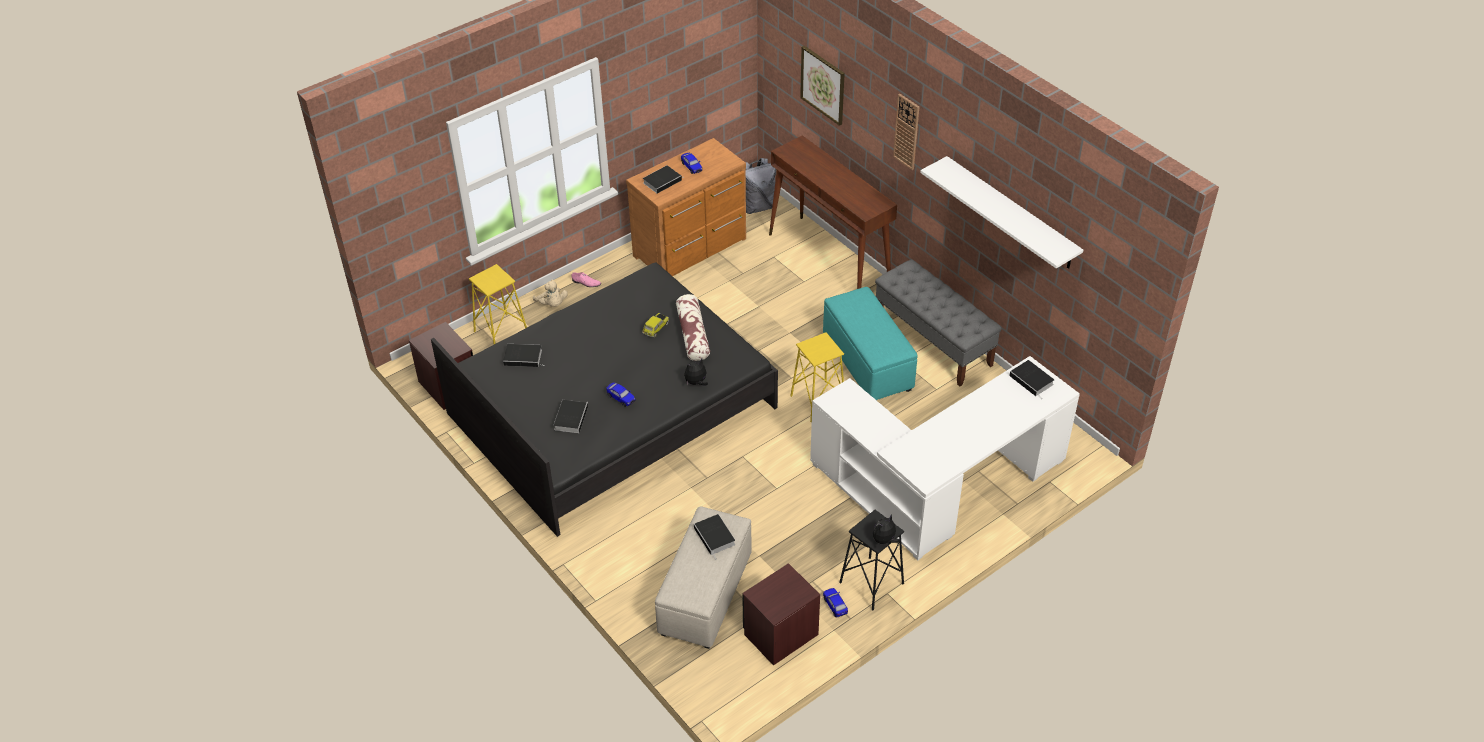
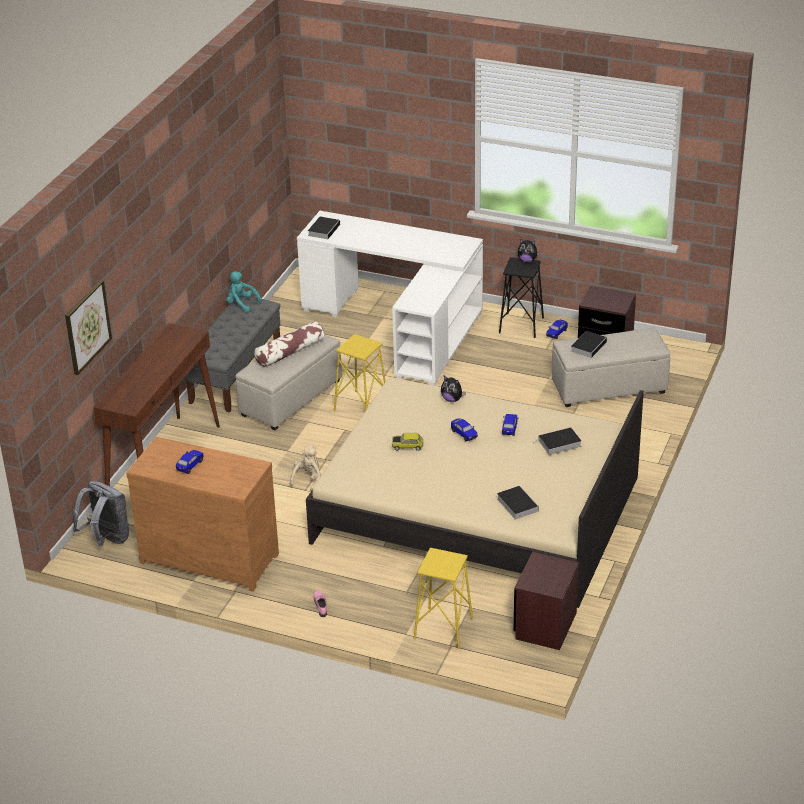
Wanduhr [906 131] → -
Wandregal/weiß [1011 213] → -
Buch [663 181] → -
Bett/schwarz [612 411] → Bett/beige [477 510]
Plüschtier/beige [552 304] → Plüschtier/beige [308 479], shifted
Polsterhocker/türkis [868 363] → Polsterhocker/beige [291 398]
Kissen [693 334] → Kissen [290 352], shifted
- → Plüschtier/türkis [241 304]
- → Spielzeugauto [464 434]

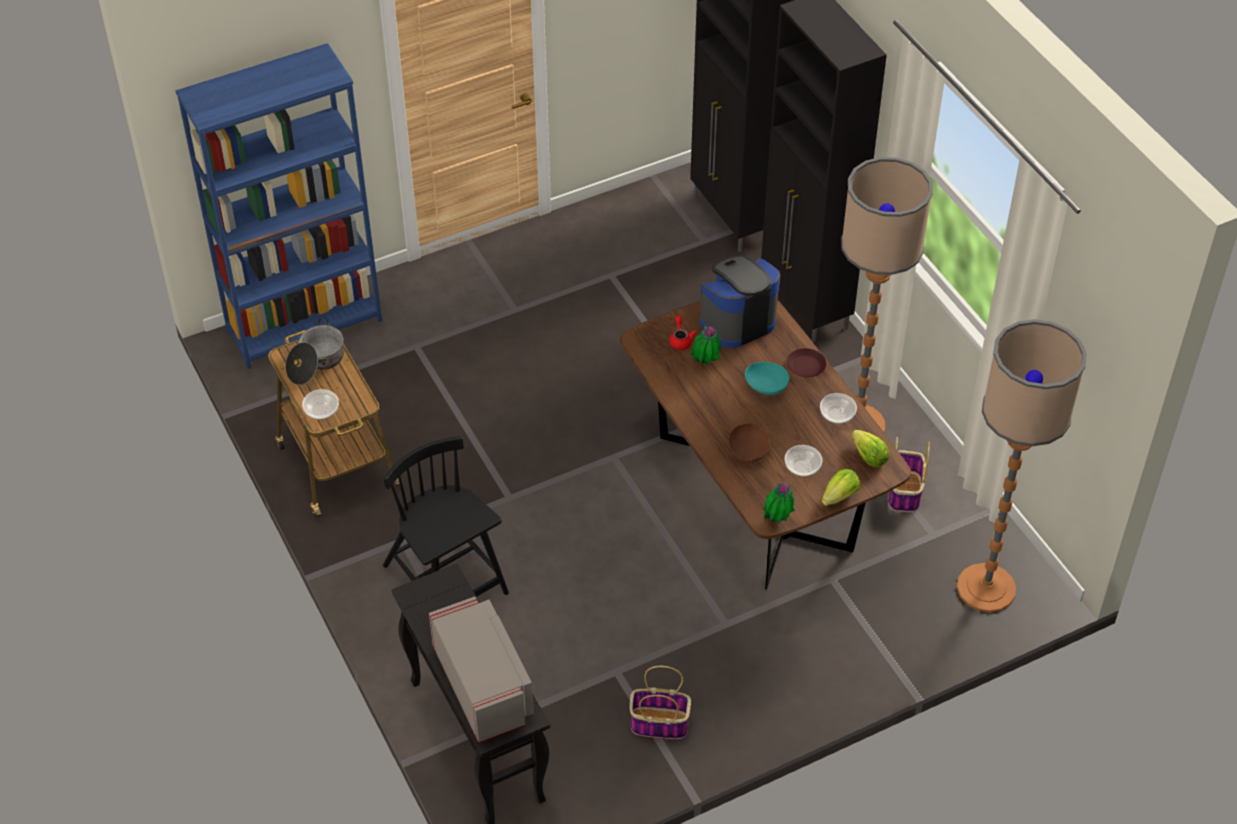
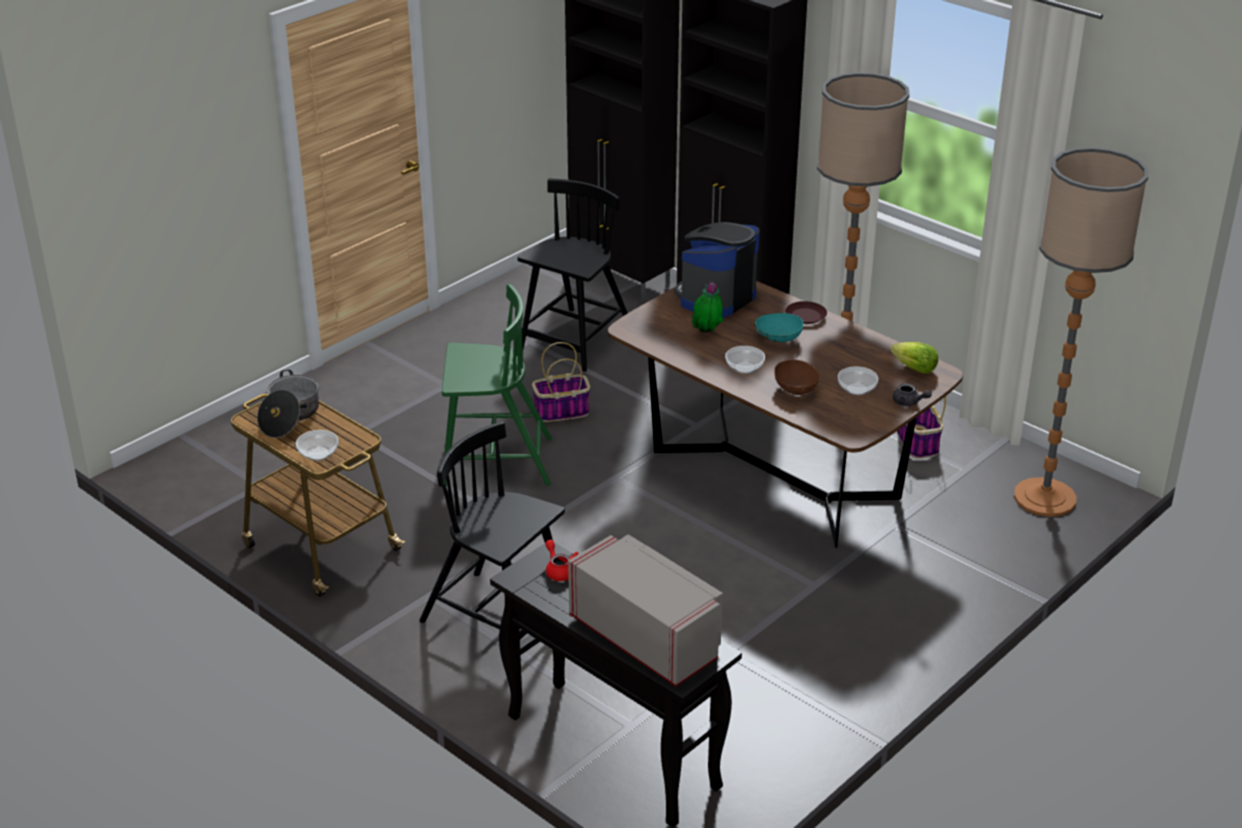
Bücherregal/blau [305 325] → -
Teekanne/rot [680 340] → Teekanne/rot [559 570], shifted
Schüssel [837 415] → Schüssel [744 367], shifted
Salatkopf [840 496] → Teekanne/grau [909 403]
Topfpflanze [777 520] → -
Korb [658 724] → Korb [561 412], shifted
- → Stuhl/schwarz [575 341]
- → Stuhl/grün [494 462]

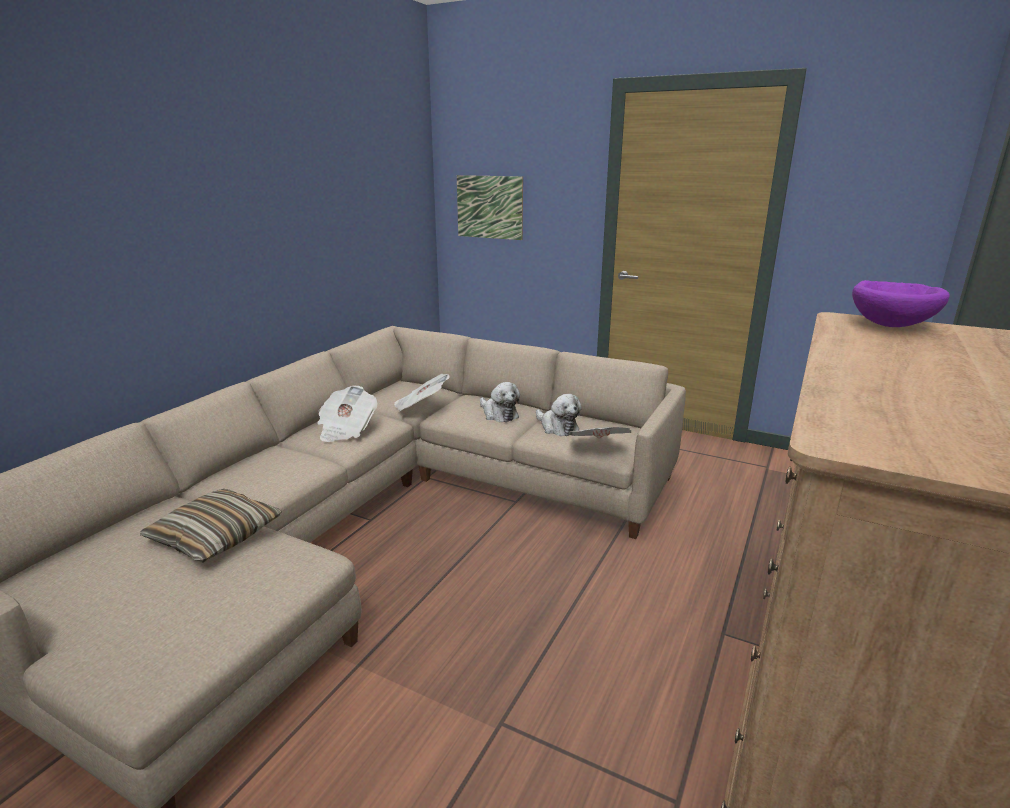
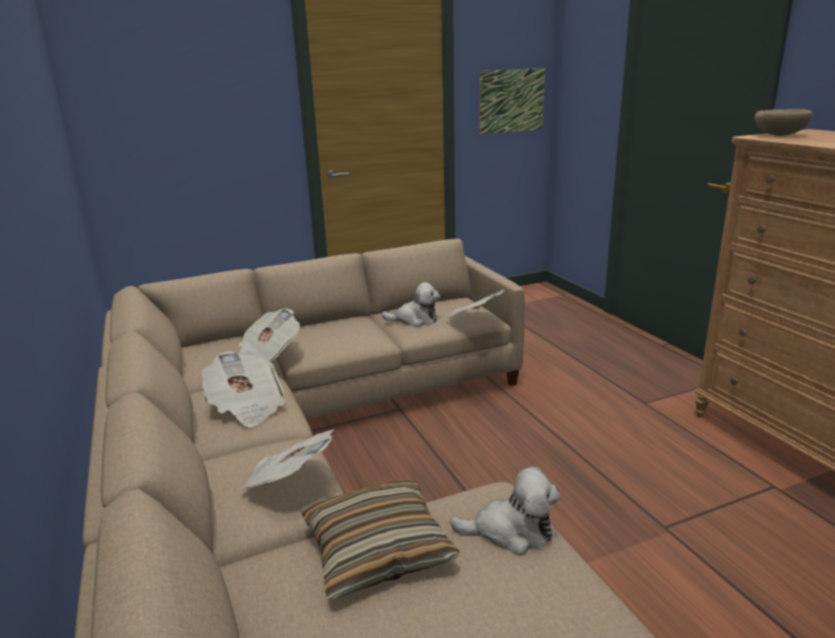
Bild [489 207] → Bild [511 101], shifted
Schüssel/lila [892 326] → Schüssel/beige [779 135]
Plüschtier [498 414] → Plüschtier [510 532], shifted
- → Zeitung [289 481]

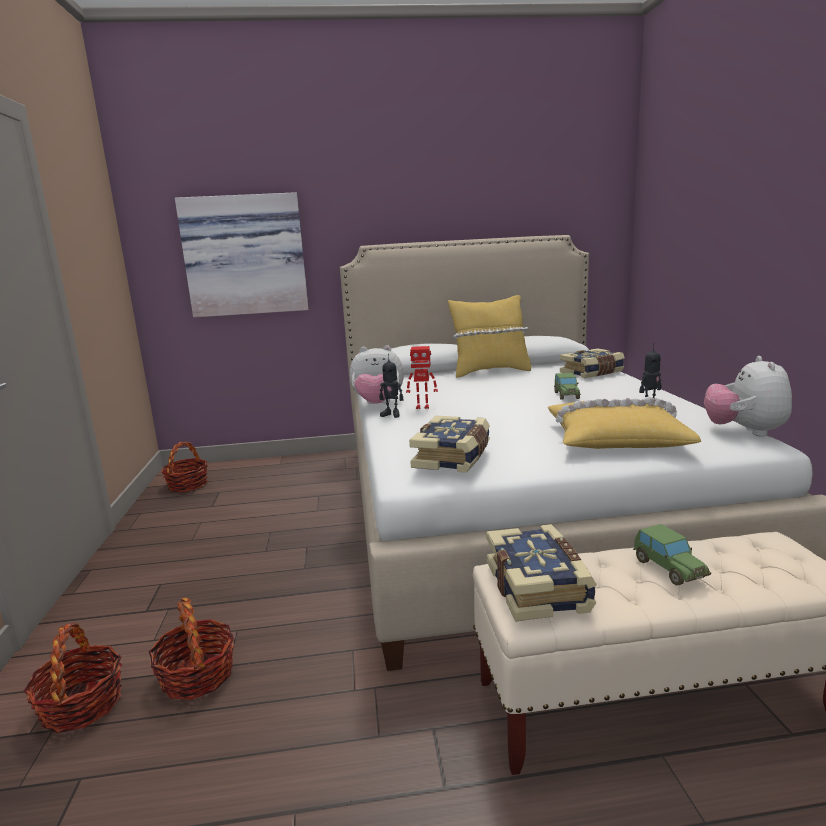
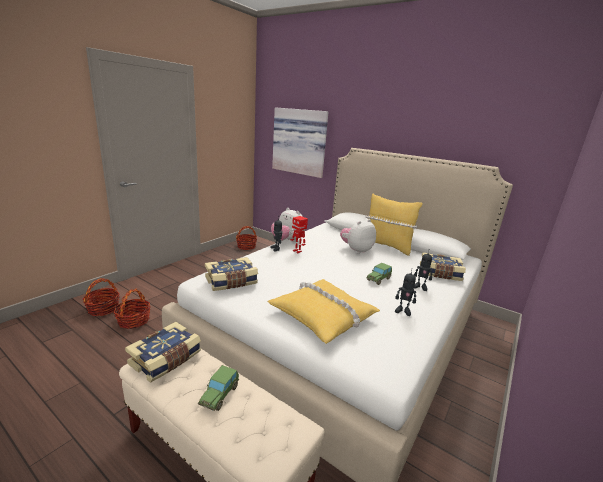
Plüschtier [745 432] → Plüschtier [356 250], shifted
- → Spielzeugroboter [420 287]

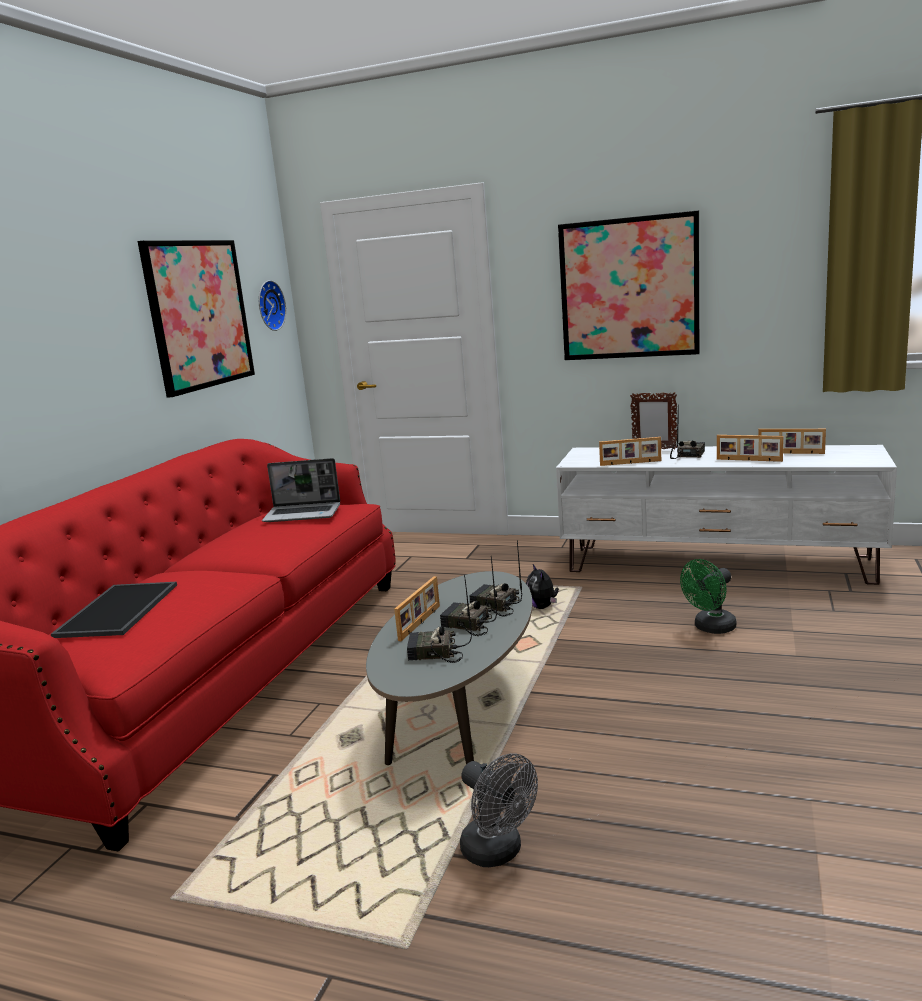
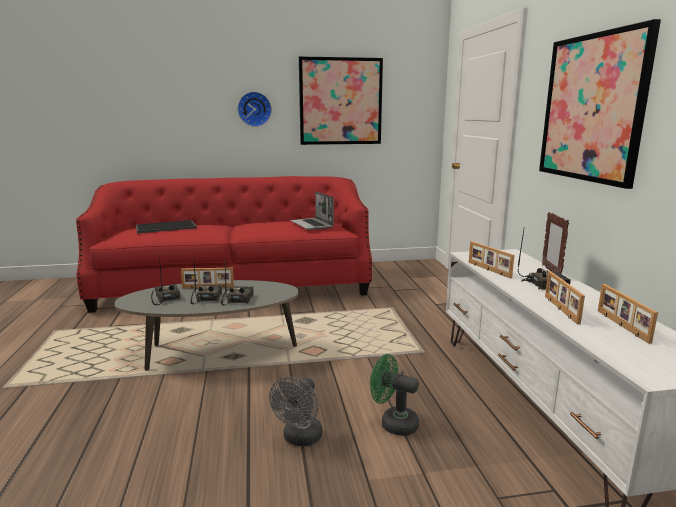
Wanduhr [269 305] → Wanduhr [254 109], shifted
Plüschtier [542 607] → -
Ventilator/grau [498 852] → Ventilator/grau [300 439], shifted

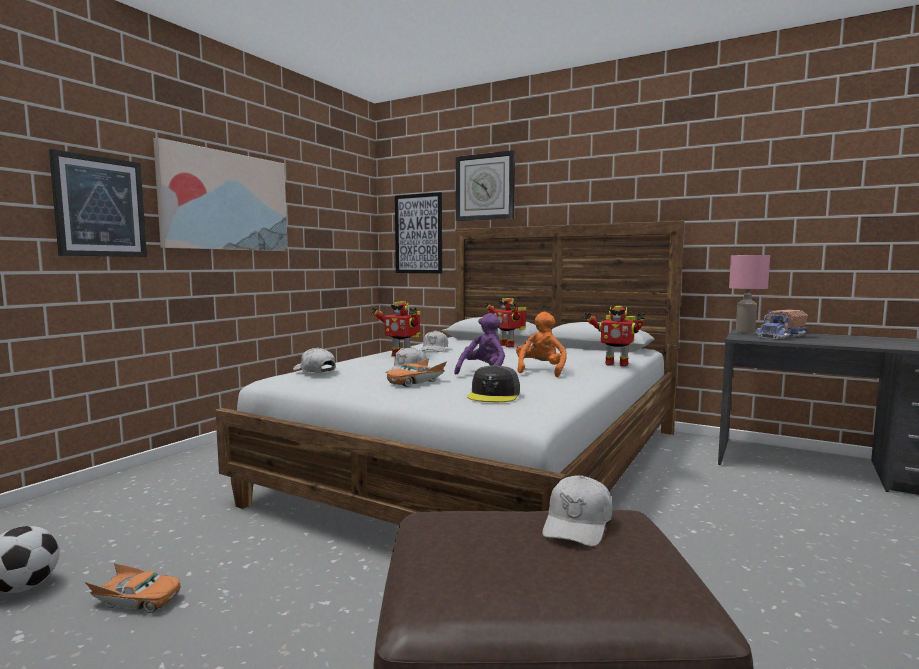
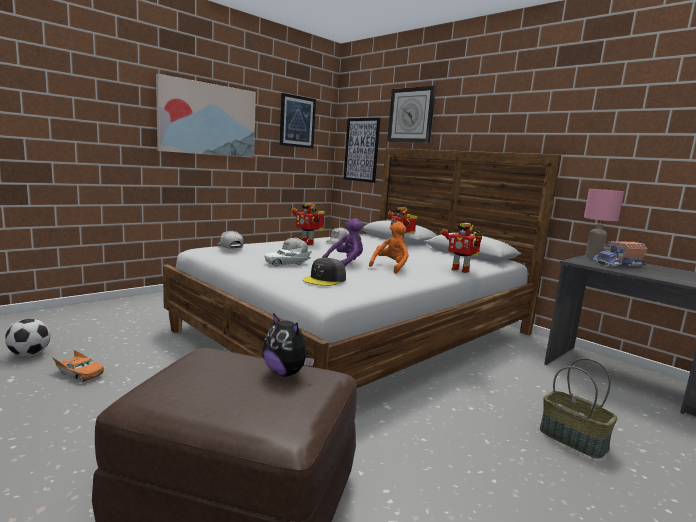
Bild [100 207] → Bild [297 121], shifted
Spielzeugauto/orange [416 382] → Spielzeugauto/weiß [287 263]
Kappe/weiß [578 524] → Plüschtier [286 373]
- → Korb [573 439]

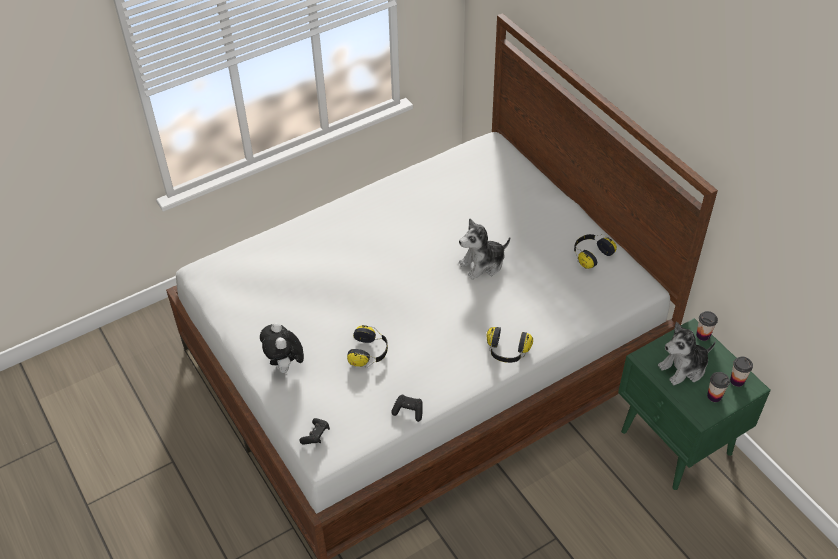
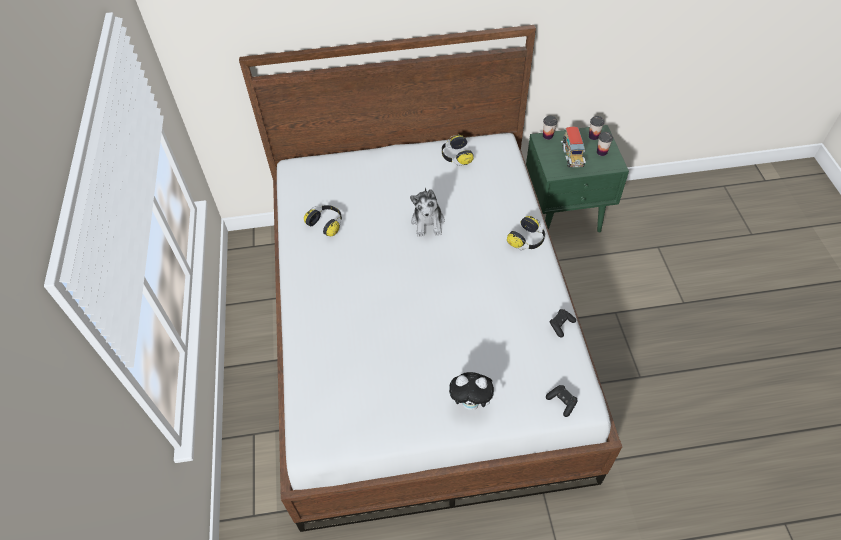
Plüschtier [683 368] → Spielzeuglaster [571 157]
Kopfhörer [369 353] → Kopfhörer [327 224], shifted

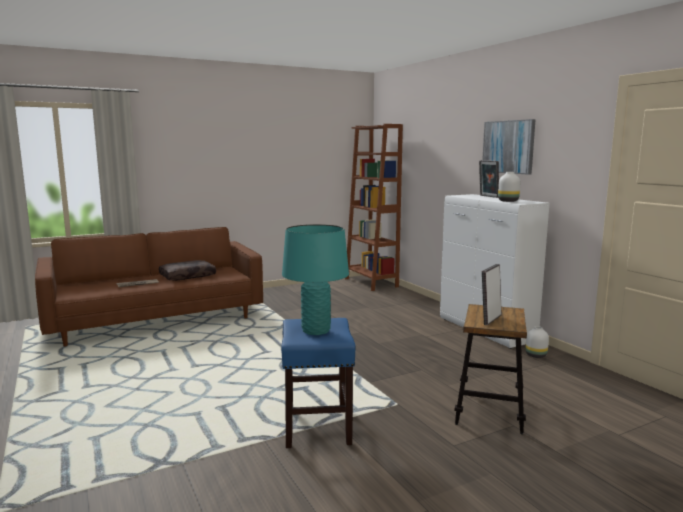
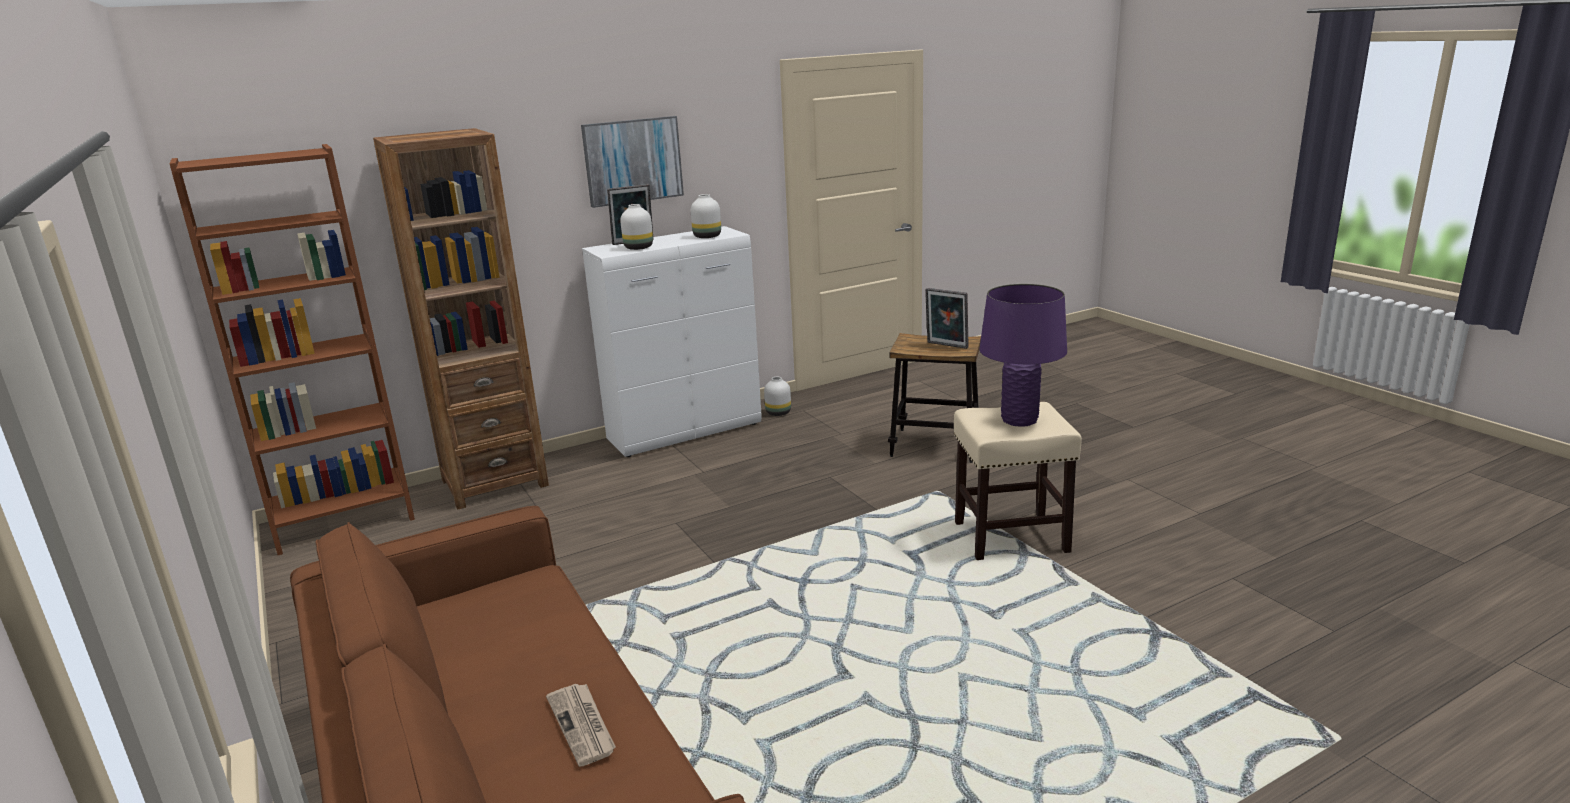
Tischlampe/türkis [316 330] → Tischlampe/lila [1019 420]
Kissen/braun [188 276] → -
Hocker/blau [317 425] → Hocker/beige [1009 537]
- → Bücherregal/braun [494 483]
- → Vase/weiß [639 248]

